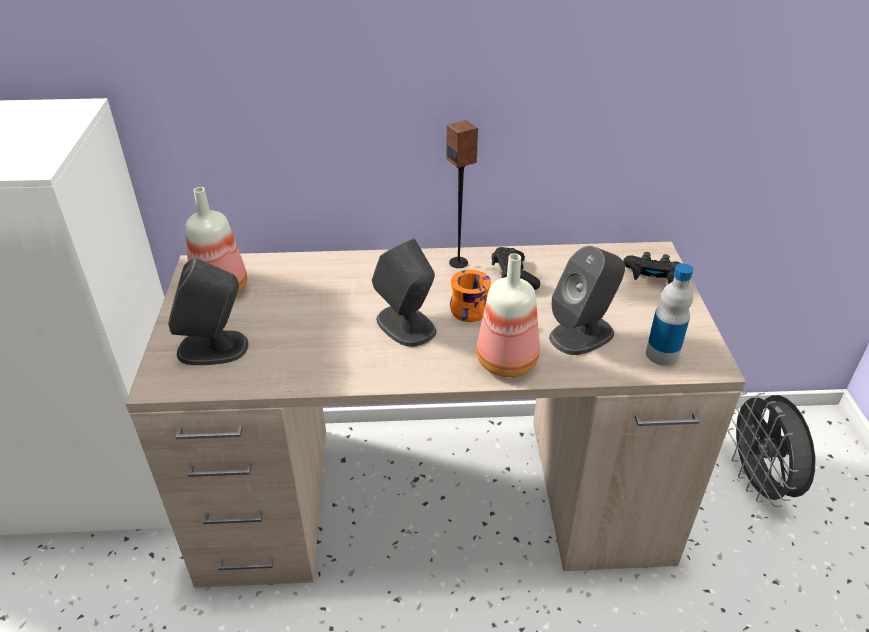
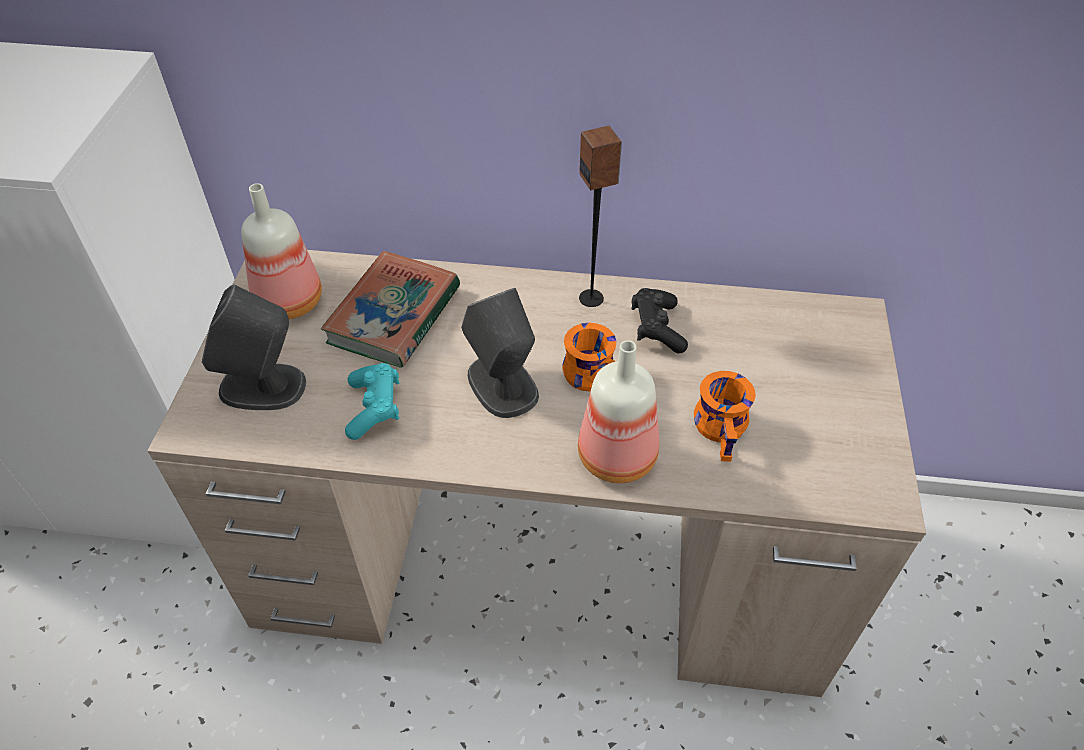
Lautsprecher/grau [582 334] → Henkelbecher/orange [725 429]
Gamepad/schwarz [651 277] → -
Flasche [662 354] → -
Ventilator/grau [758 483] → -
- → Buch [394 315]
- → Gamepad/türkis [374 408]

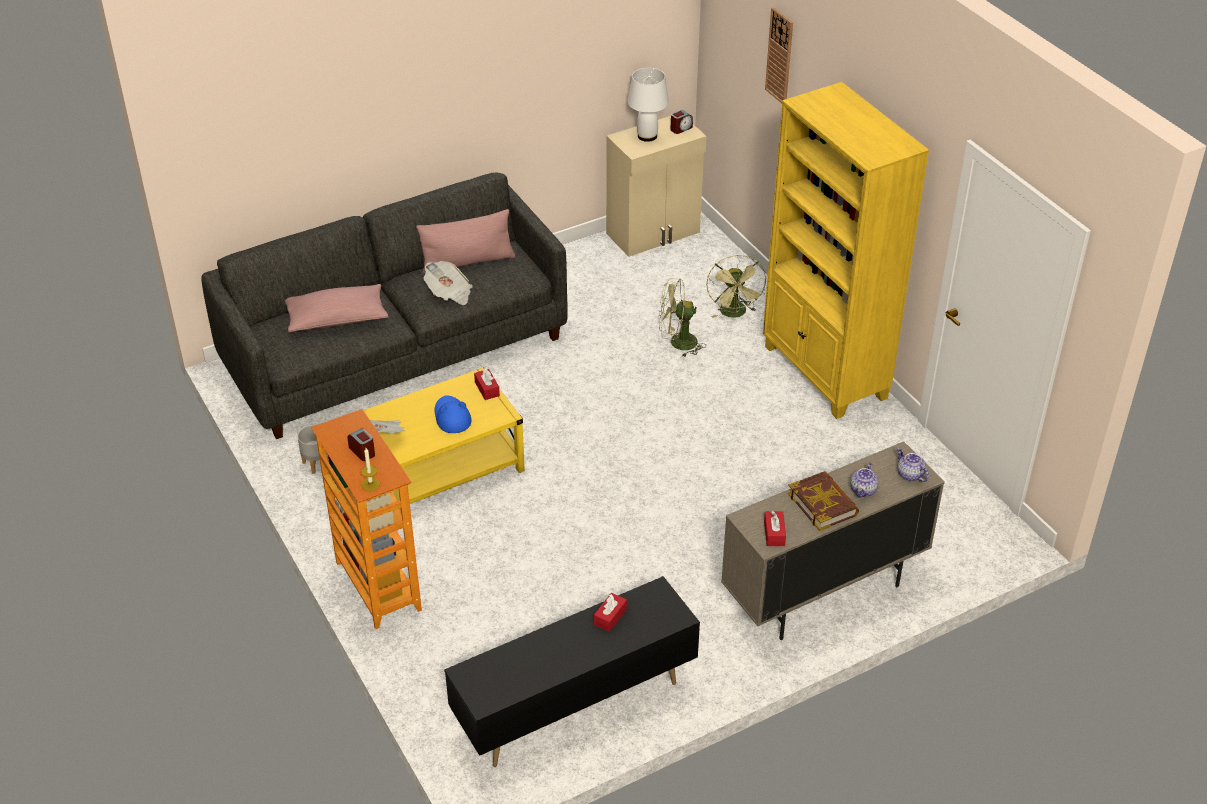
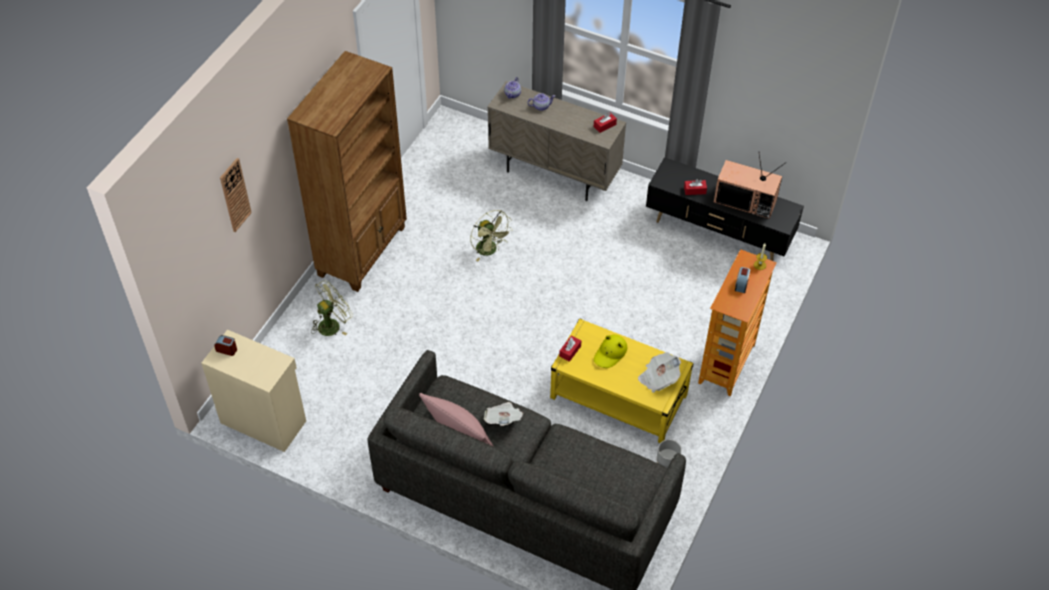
Tischlampe/weiß [646 136] → -
Bücherregal/gelb [824 373] → Bücherregal/braun [363 250]
Ventilator/grün [677 343] → Ventilator/grün [490 250], shifted
Kissen/rosa [337 319] → -
Hut/blau [452 417] → Hut/gelb [610 353]
Buch [823 504] → -
- → Fernseher [746 200]

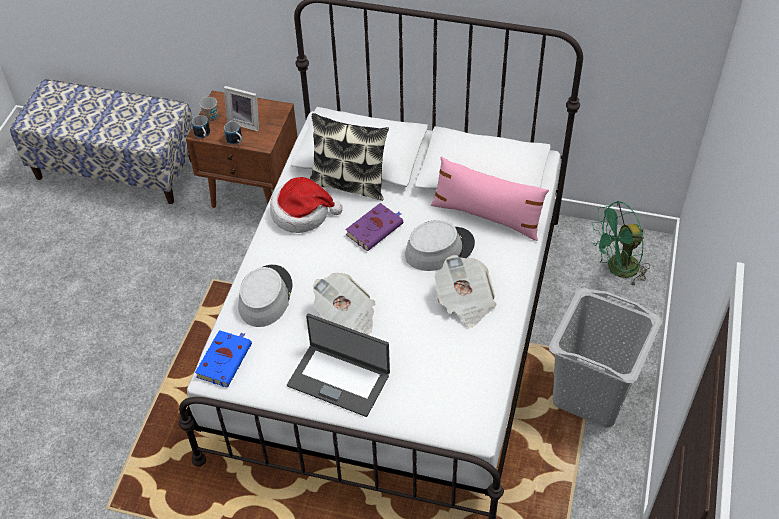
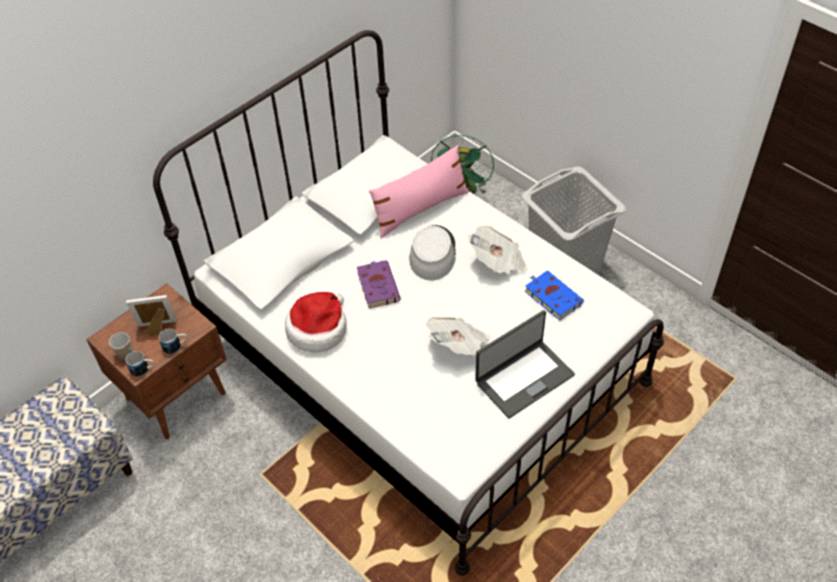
Bilderrahmen [245 122] → Bilderrahmen [157 329], 150 degrees counterclockwise
Kissen [349 183] → -
Hut/grau [265 296] → -
Buch/blau [225 359] → Buch/blau [552 296], shifted

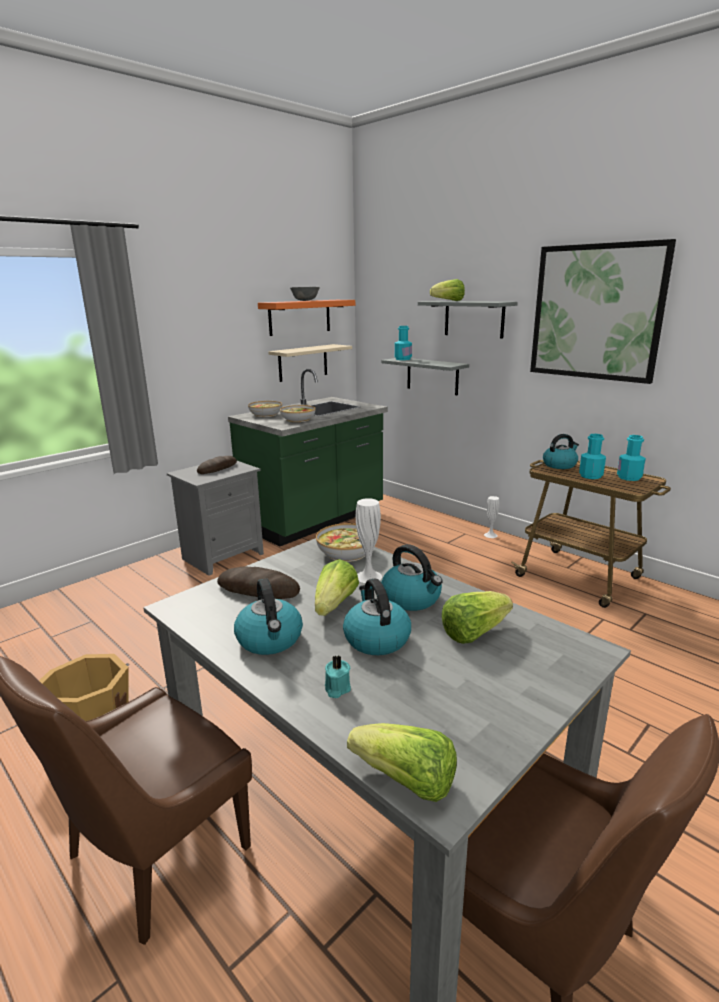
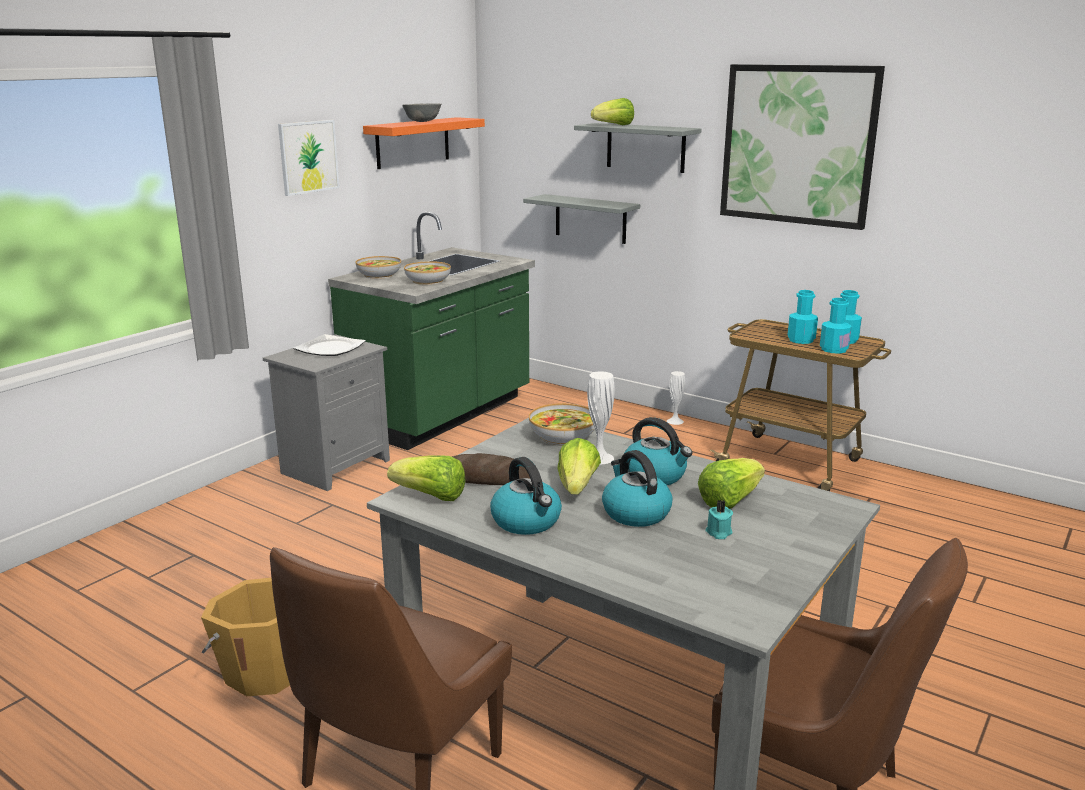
Flasche/türkis [403 359] → Flasche/türkis [833 349], shifted
Wandregal/beige [303 362] → -
Wasserkessel [559 465] → -
Brot [217 468] → Teller [329 349]
Kerze/türkis [336 688] → Kerze/türkis [718 533], shifted
Salatkopf [406 781] → Salatkopf [430 496], shifted
- → Bild [308 157]

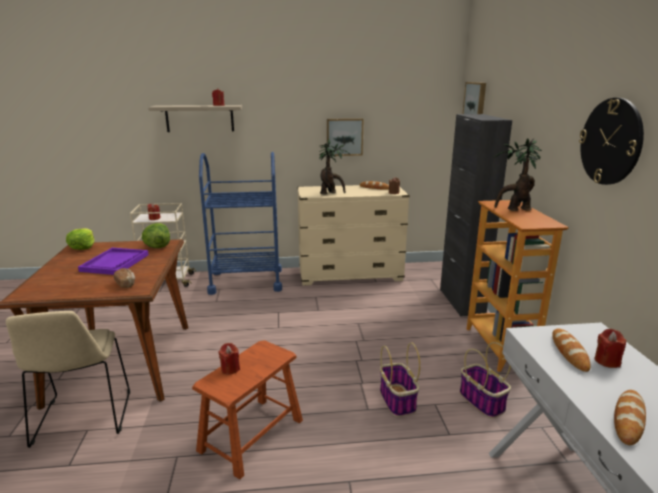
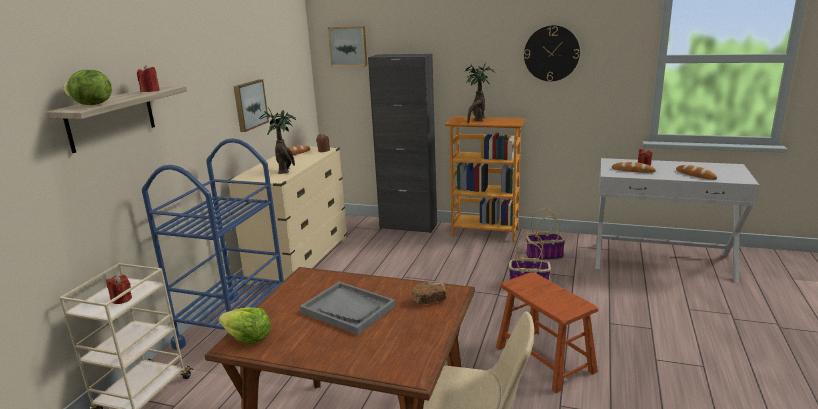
Salatkopf [157 247] → Salatkopf [91 105], shifted
Tablett/lila [115 263] → Tablett/grau [348 309]
Kerze/rot [230 369] → -

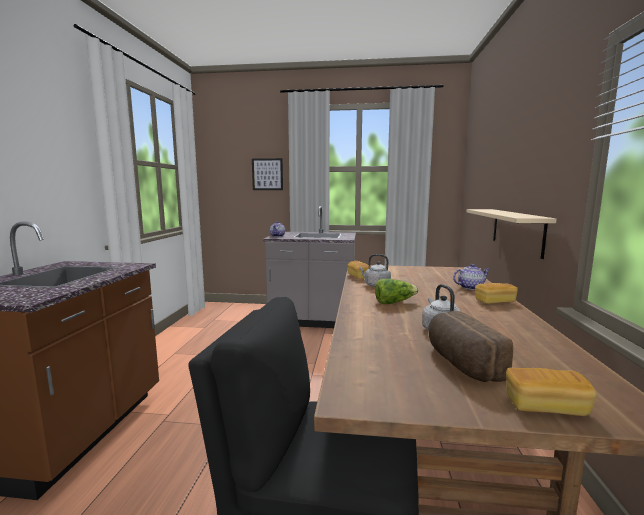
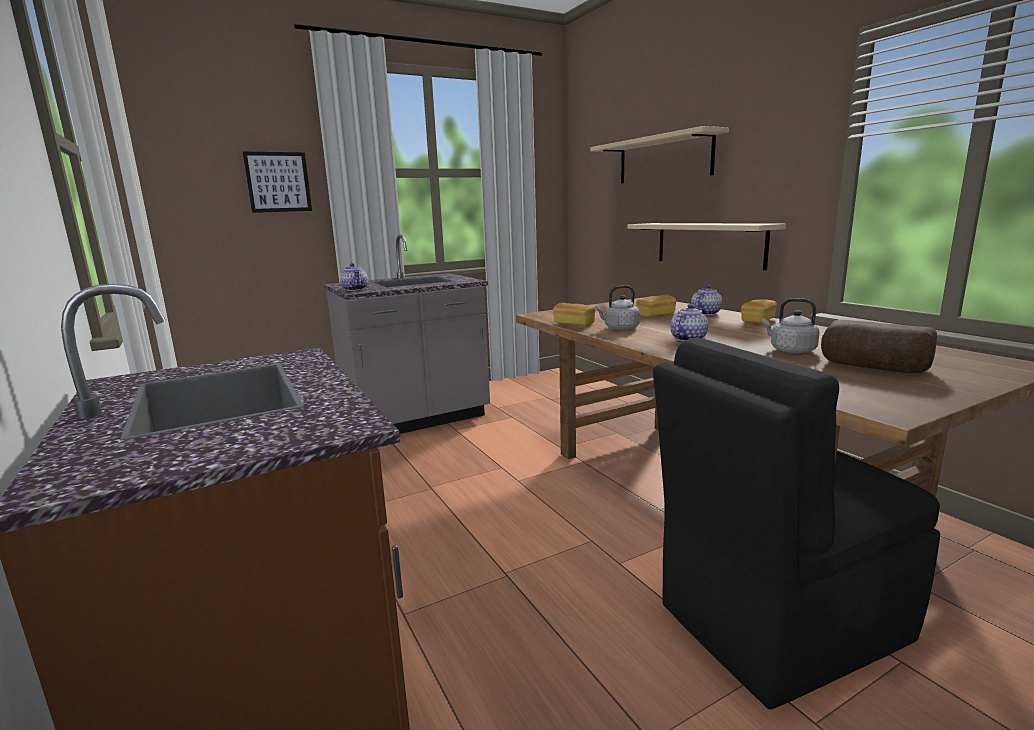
Salatkopf [394 302] → Teekanne [687 339]
Brot [545 406] → Brot [655 315], shifted
- → Wandregal/beige [664 159]

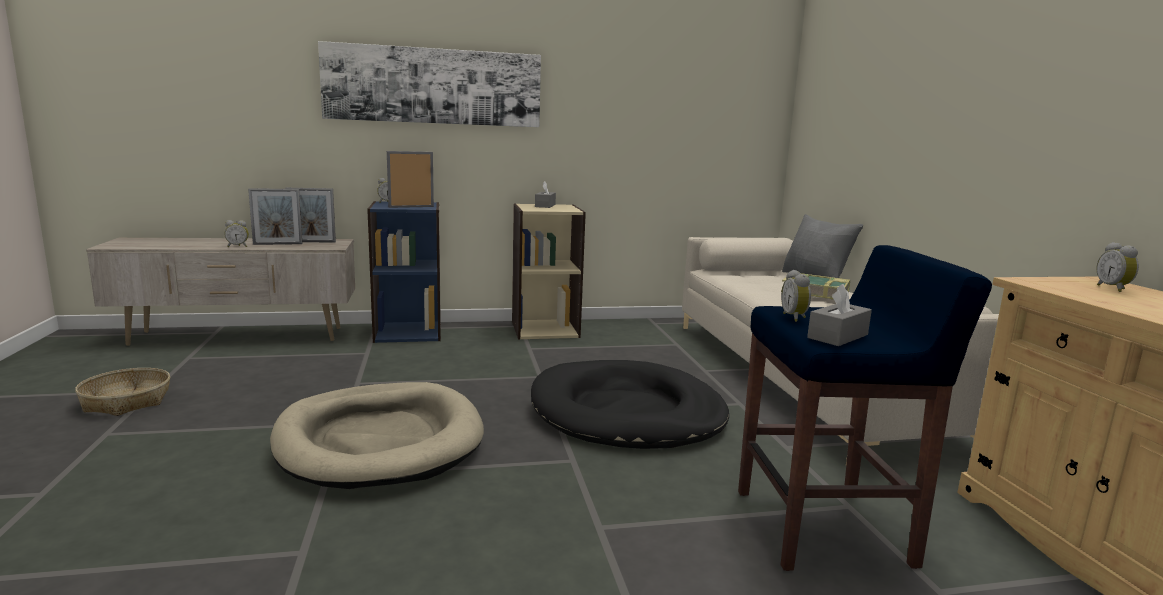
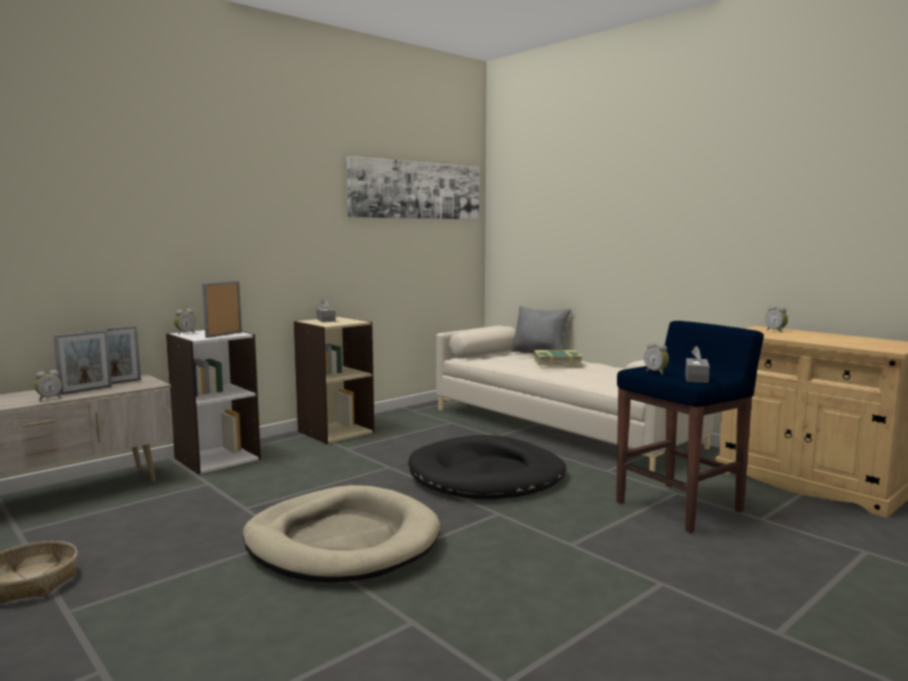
Bild [433 86] → Bild [416 190], shifted
Bücherregal/blau [408 332] → Bücherregal/weiß [217 458]

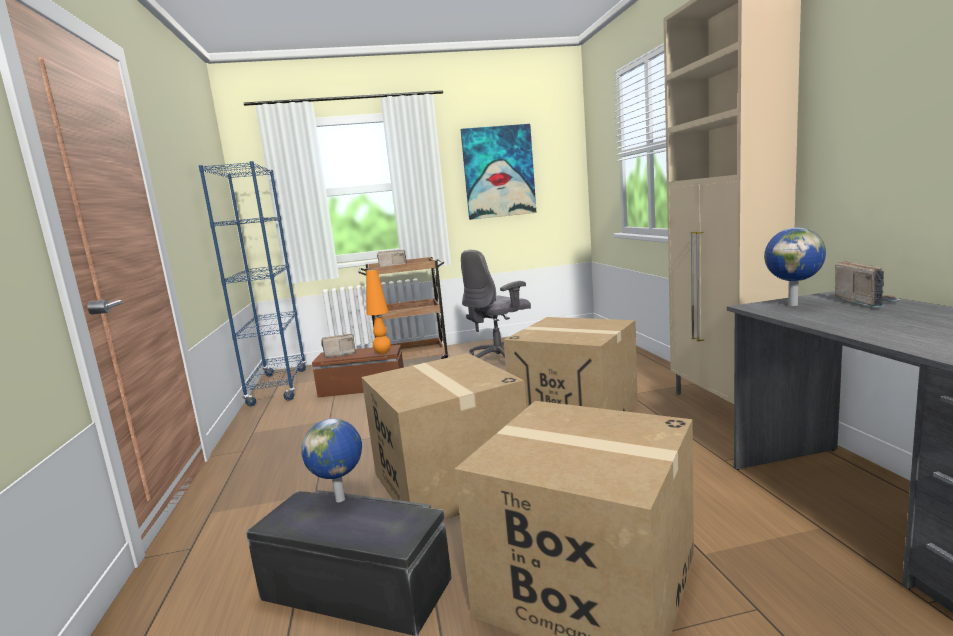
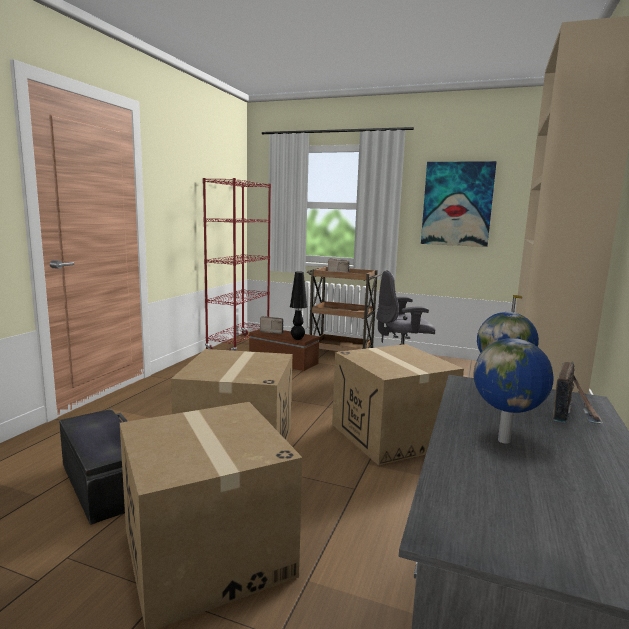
Bücherregal/blau [278 387] → Bücherregal/rot [239 344]
Tischlampe/orange [382 353] → Tischlampe/schwarz [297 339]
Globus [341 499] → Globus [505 441], shifted

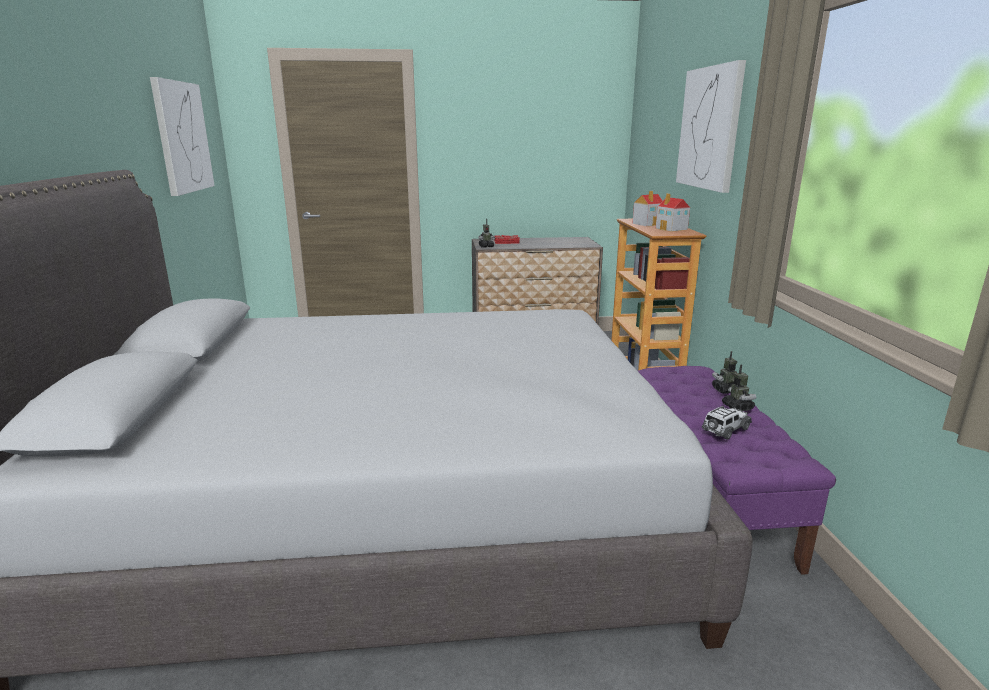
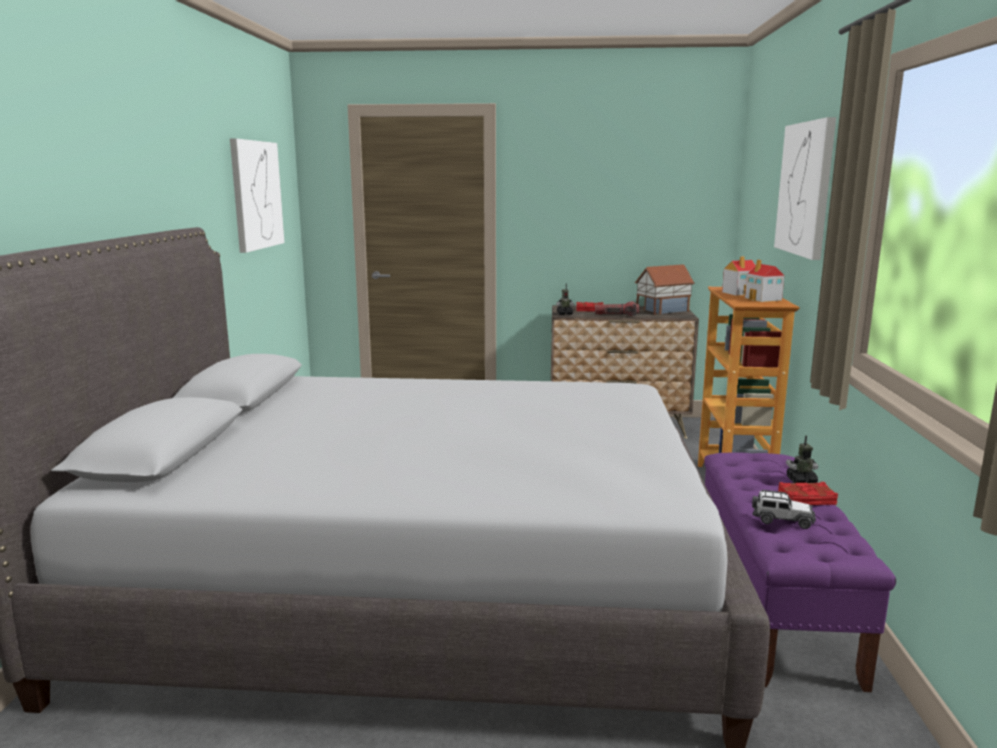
Spielzeugroboter [737 407] → Buch/rot [807 499]
Spielzeugauto [725 430] → Spielzeugauto [782 520], 45 degrees clockwise
- → Spielzeughaus [662 310]
- → Taschenlampe [616 315]

